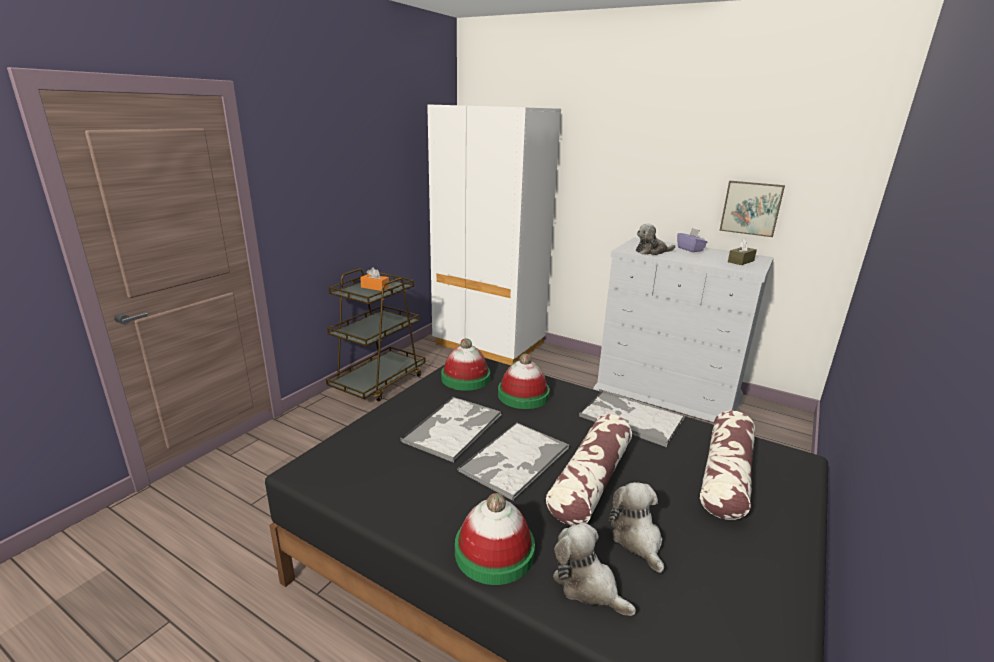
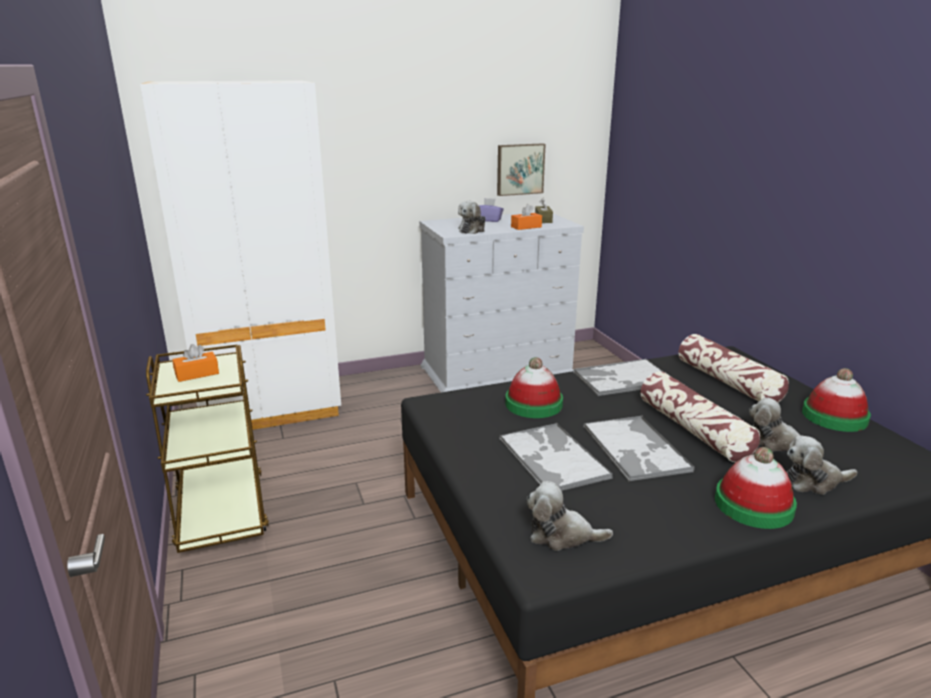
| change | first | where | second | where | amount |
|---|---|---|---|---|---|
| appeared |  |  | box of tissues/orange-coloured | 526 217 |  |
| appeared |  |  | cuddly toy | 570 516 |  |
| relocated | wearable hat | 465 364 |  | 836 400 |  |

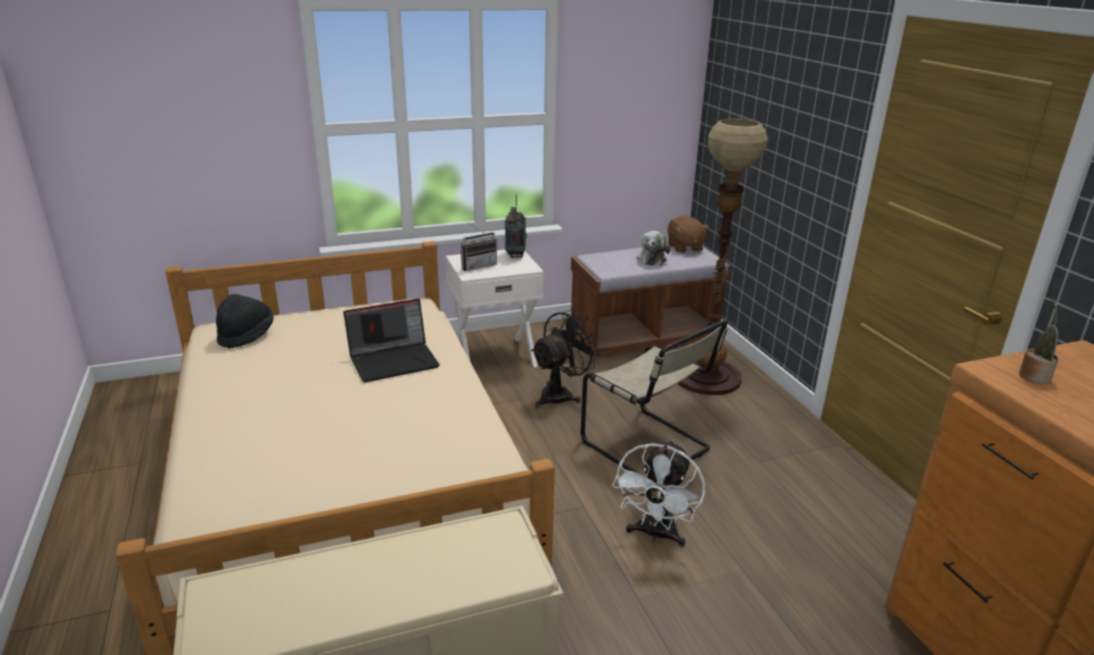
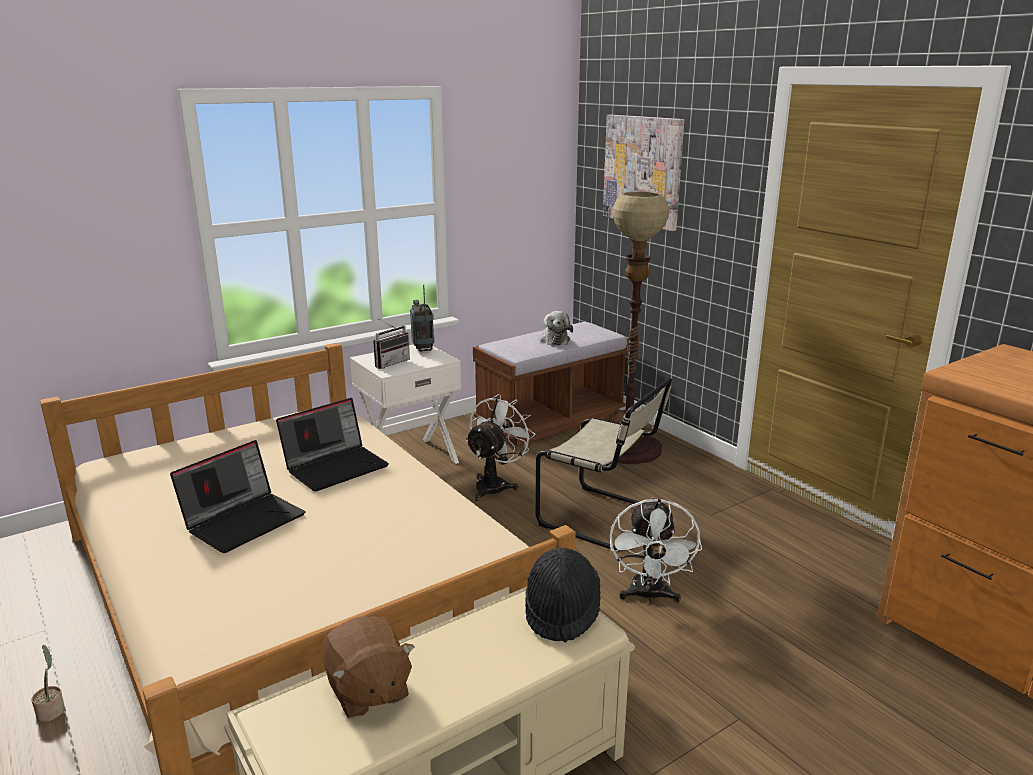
| change | first | where | second | where | amount |
|---|---|---|---|---|---|
| relocated | potted plant | 1039 341 |  | 48 683 |  |
| appeared |  |  | notebook computer | 238 496 |  |
| relocated | cuddly toy/brown-coloured | 688 234 |  | 368 667 |  |
| colour | electric fan/blackish | 566 358 | electric fan/white-coloured | 500 447 |  |
| relocated | wearable hat/blackish | 244 321 |  | 562 594 |  |
| appeared |  |  | wall picture | 643 173 |  |

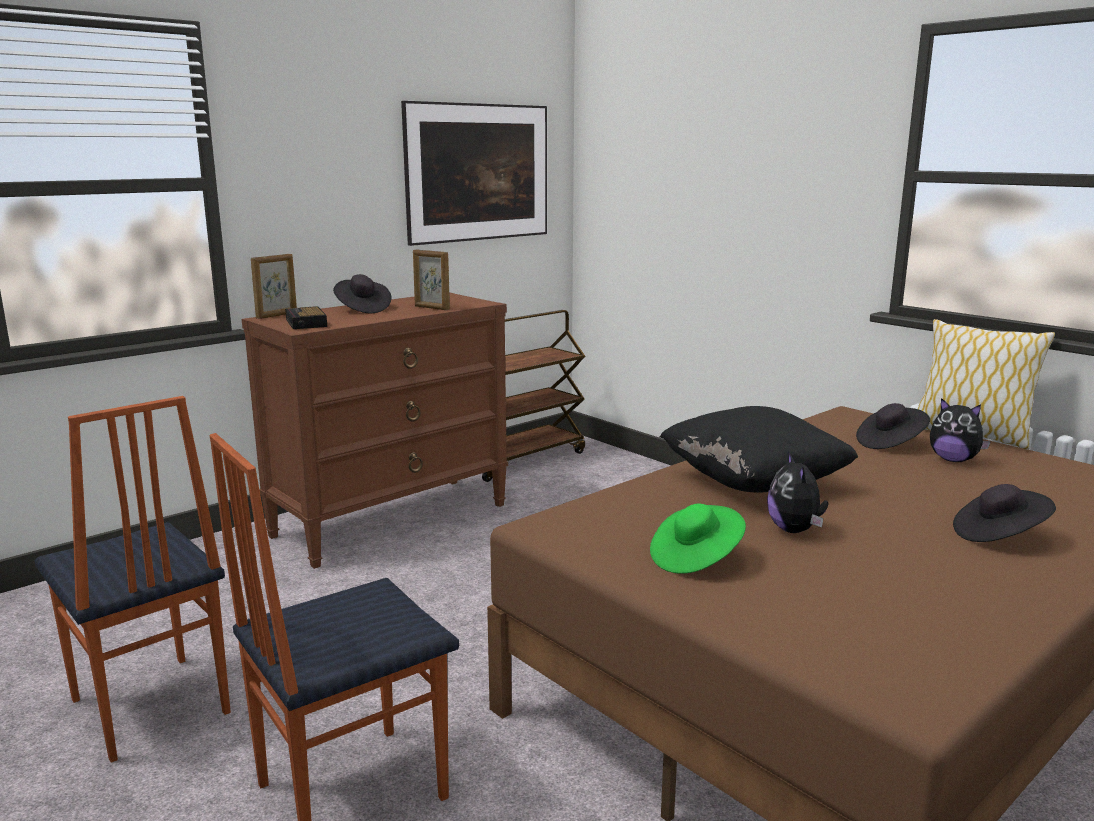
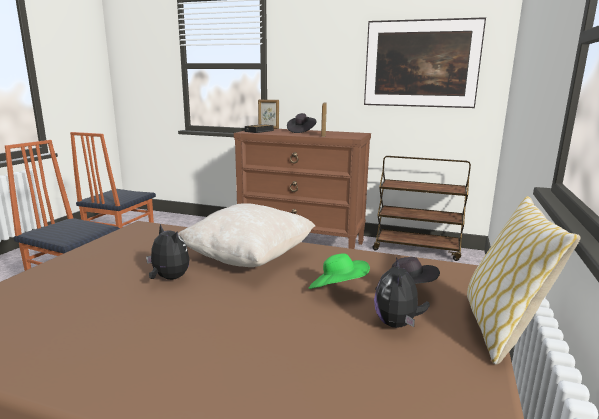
| change | first | where | second | where | amount |
|---|---|---|---|---|---|
| spun | cuddly toy | 798 492 |  | 168 252 | 75 degrees clockwise |
| colour | throw pillow/blackish | 759 449 | throw pillow/beige | 246 235 |  |
| relocated | wearable hat/greenish | 698 538 |  | 339 271 |  |
| missing | wearable hat/blackish | 1004 513 |  |  |  |

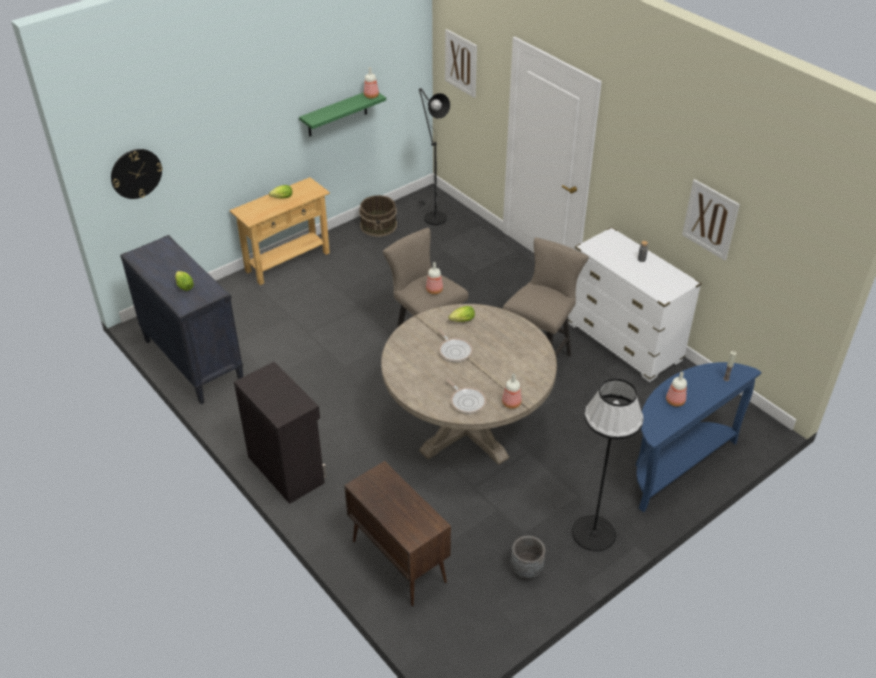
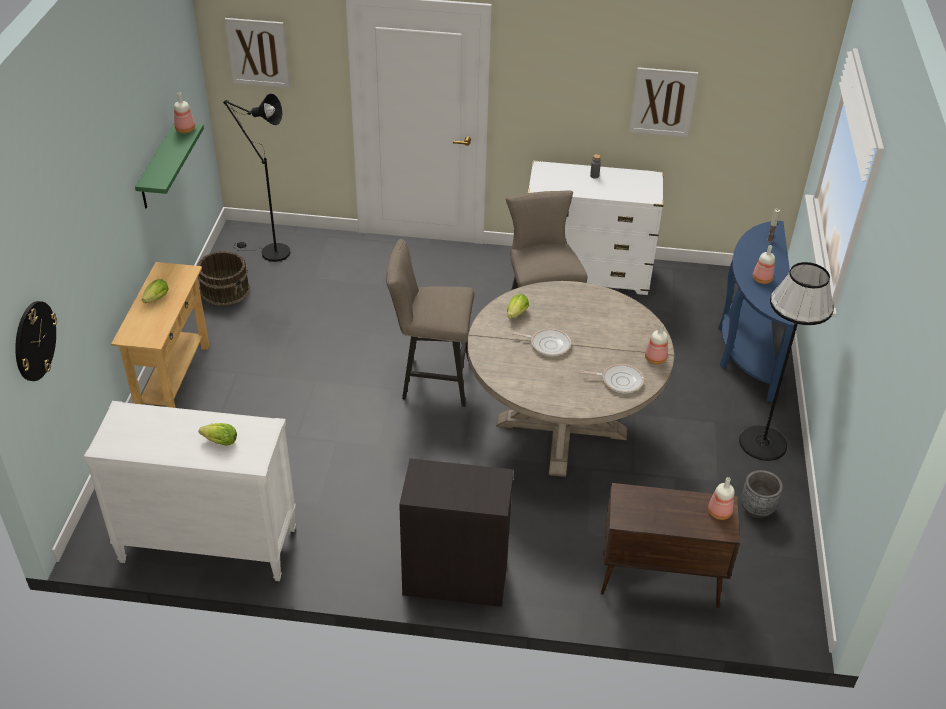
| change | first | where | second | where | amount |
|---|---|---|---|---|---|
| colour | drawer chest/blackish | 181 319 | drawer chest/white-coloured | 190 491 |  |
| relocated | drink bottle | 434 278 |  | 721 498 |  |

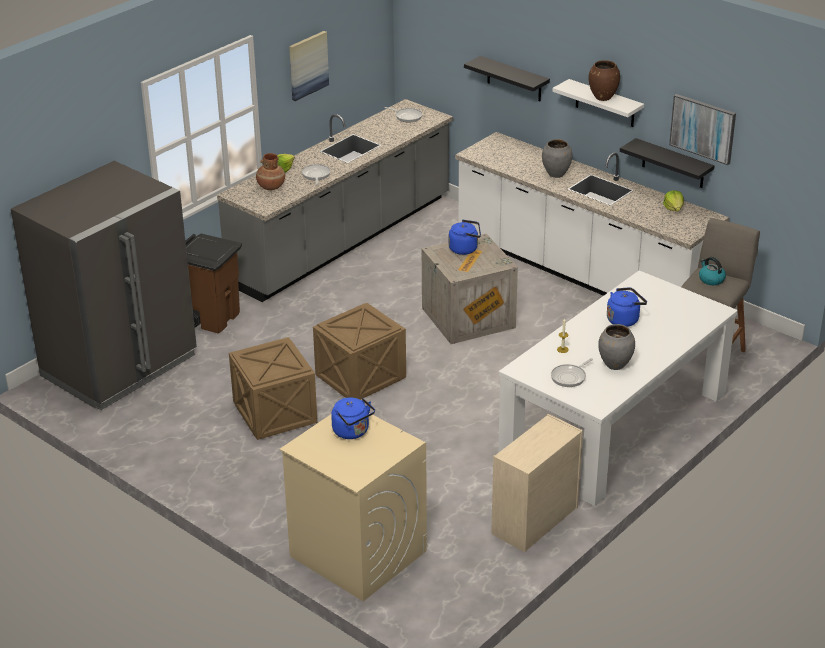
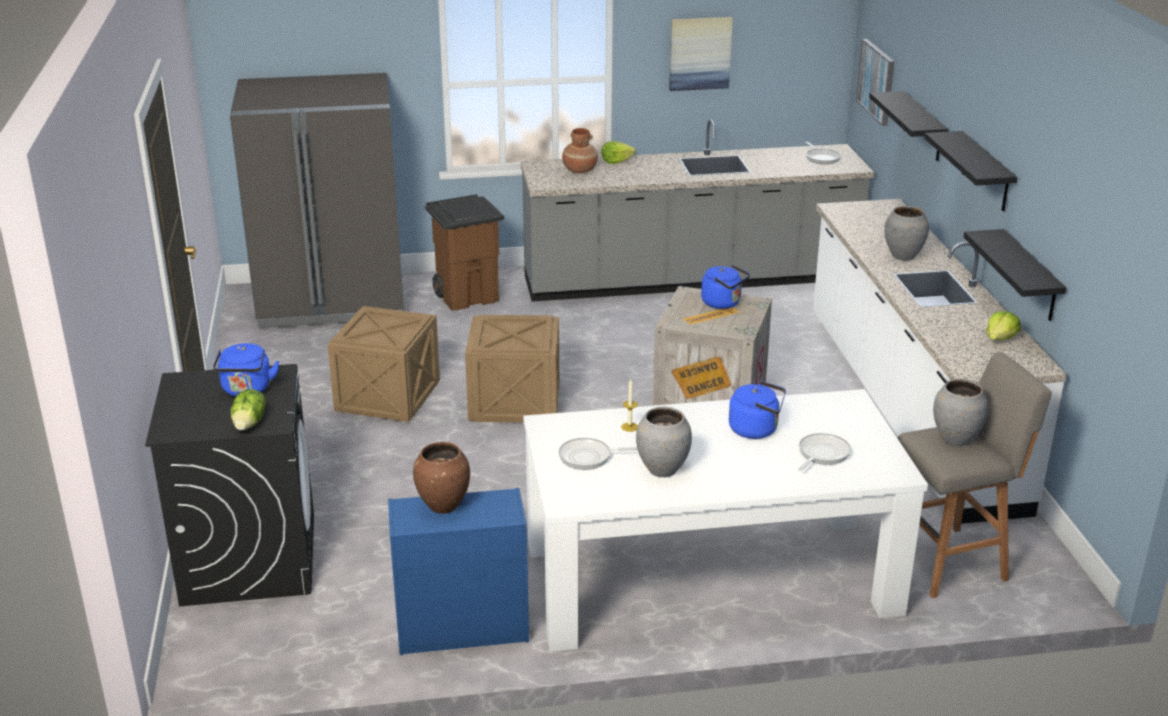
| change | first | where | second | where | amount |
|---|---|---|---|---|---|
| colour | laundry appliance/beige | 353 507 | laundry appliance/blackish | 229 485 |  |
| appeared |  |  | lettuce head | 248 410 |  |
| colour | drawer chest/beige | 537 483 | drawer chest/blue-coloured | 458 571 |  |
| relocated | decorative vase/brown-coloured | 604 80 |  | 441 478 |  |
| relocated | frying pan | 316 174 |  | 824 452 |  |
| relocated | wall picture | 702 129 |  | 875 82 |  |
| colour | bracket shelf/white-coloured | 598 103 | bracket shelf/blackish | 970 171 |  |
| exchanged | tea kettle | 712 271 | decorative vase/greyish | 960 412 |  |

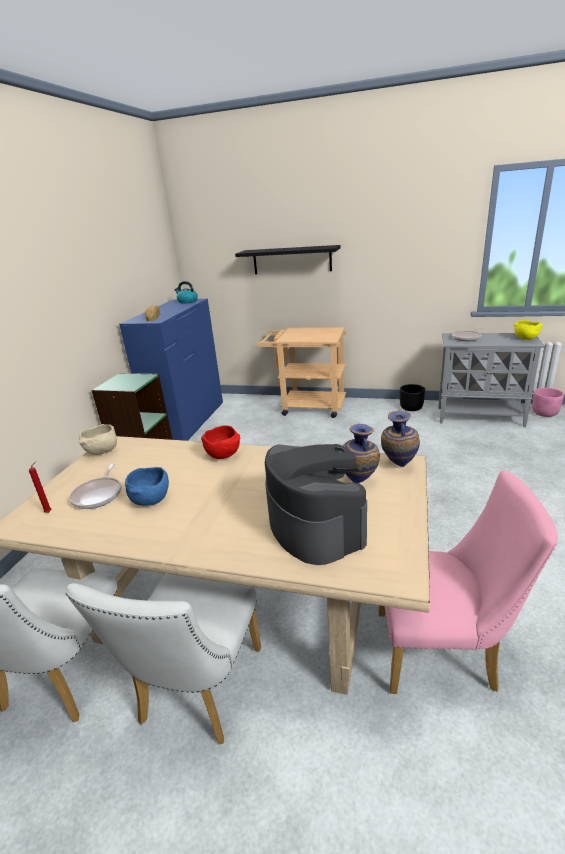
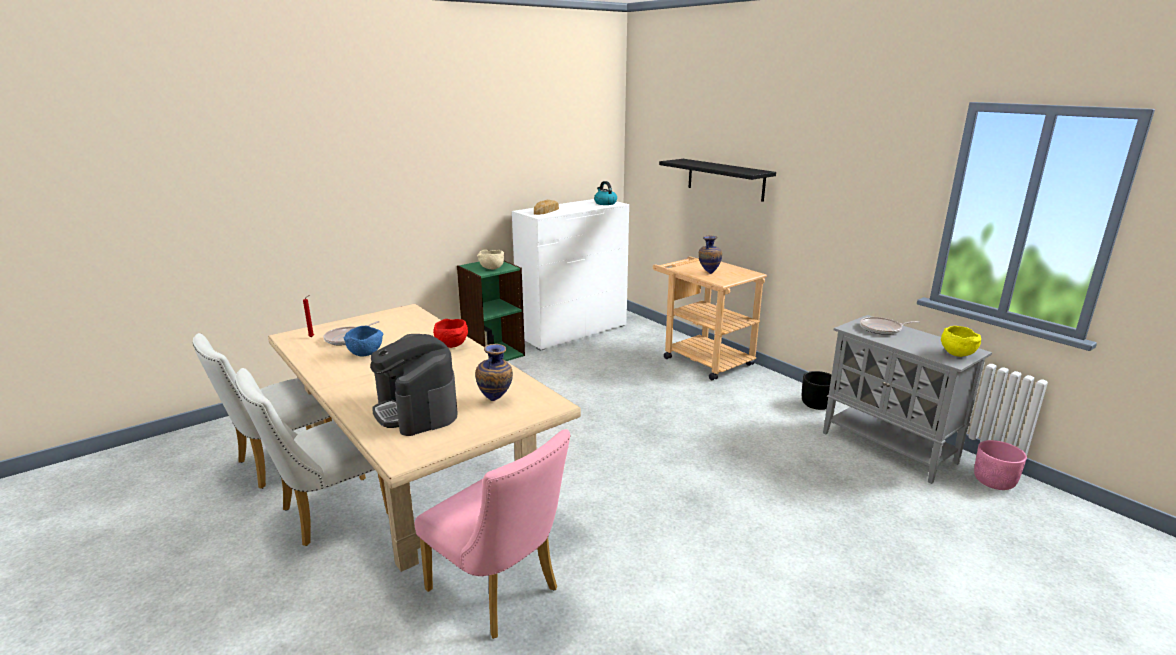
| change | first | where | second | where | amount |
|---|---|---|---|---|---|
| spun | coffee maker | 316 504 |  | 413 385 | 135 degrees clockwise |
| relocated | bowl/beige | 98 439 |  | 490 259 |  |
| colour | drawer chest/blue-coloured | 171 370 | drawer chest/white-coloured | 570 275 |  |
| relocated | decorative vase | 400 439 |  | 710 254 |  |

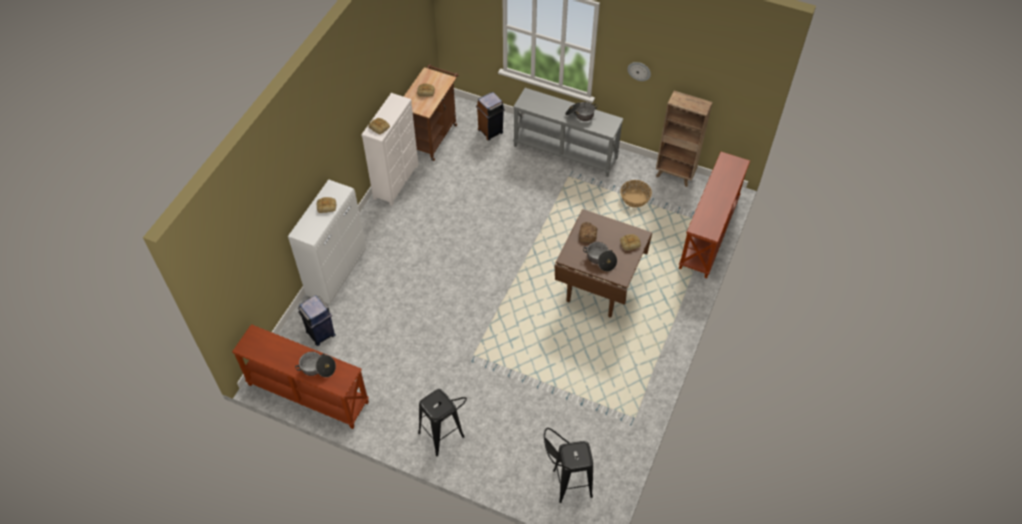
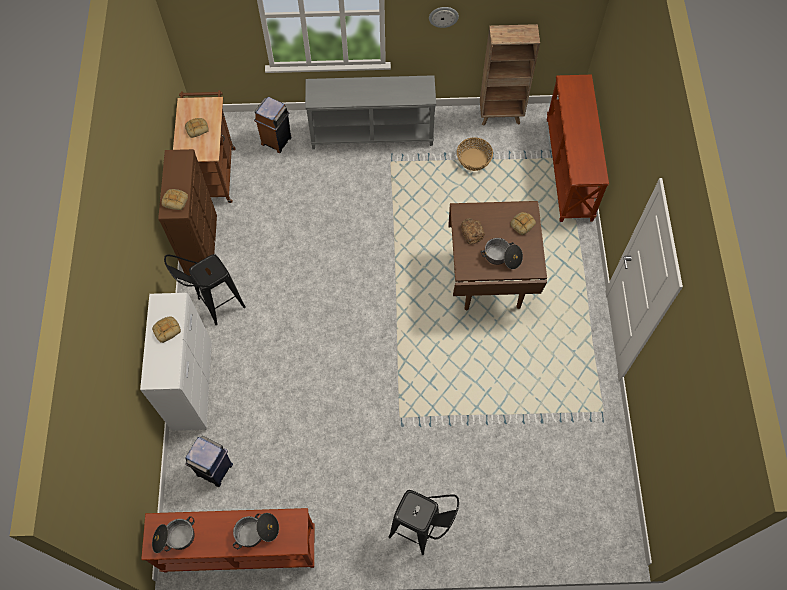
| change | first | where | second | where | amount |
|---|---|---|---|---|---|
| relocated | cooking pot | 581 111 |  | 173 534 |  |
| colour | drawer chest/white-coloured | 390 149 | drawer chest/brown-coloured | 187 212 |  |
| relocated | sitting stool/blackish | 568 465 |  | 205 289 |  |

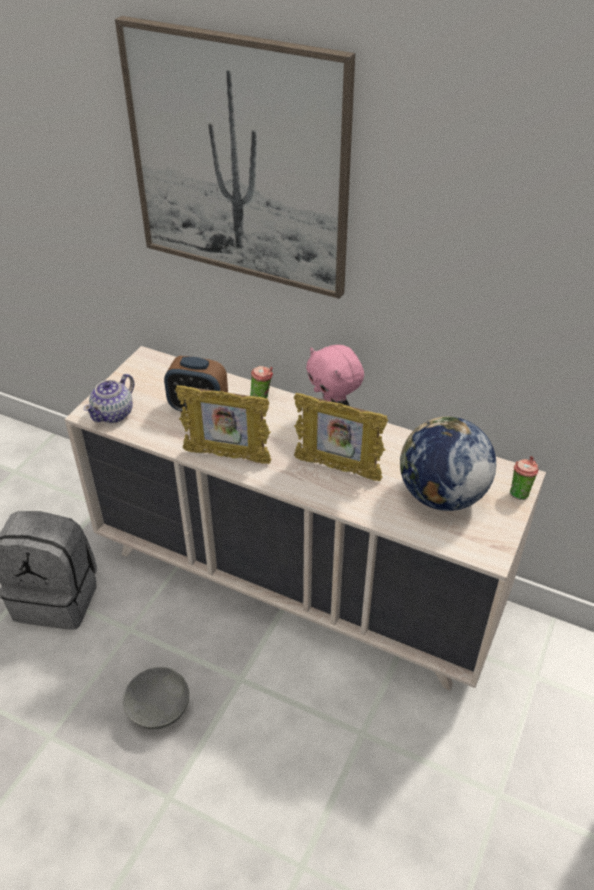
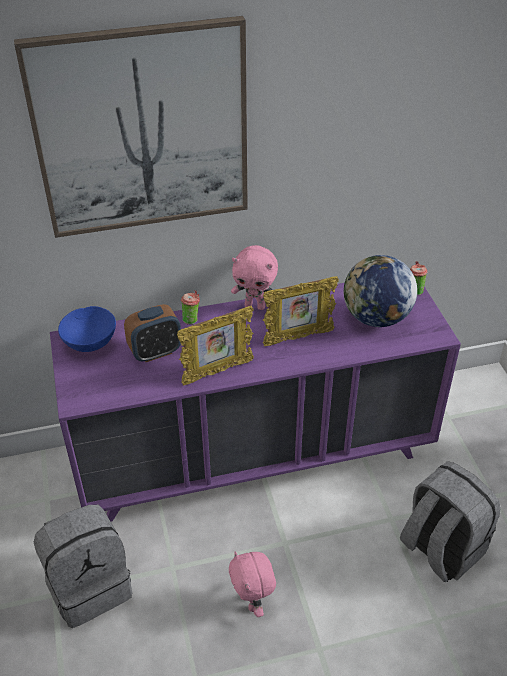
| change | first | where | second | where | amount |
|---|---|---|---|---|---|
| colour | drawer chest/beige | 305 518 | drawer chest/purple-coloured | 255 402 |  |
| appeared |  |  | bowl/blue-coloured | 87 329 |  |
| exchanged | bowl/greyish | 156 698 | cuddly toy/pink-coloured | 252 584 |  |
| appeared |  |  | rucksack/greyish | 450 521 |  |
| missing | teapot | 109 398 |  |  |  |

